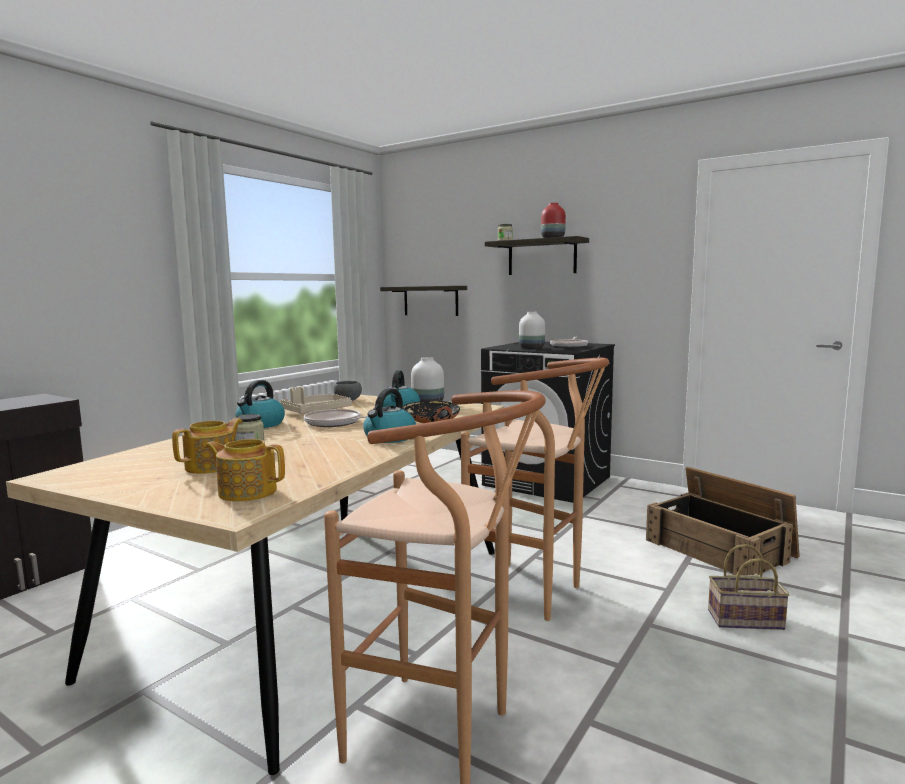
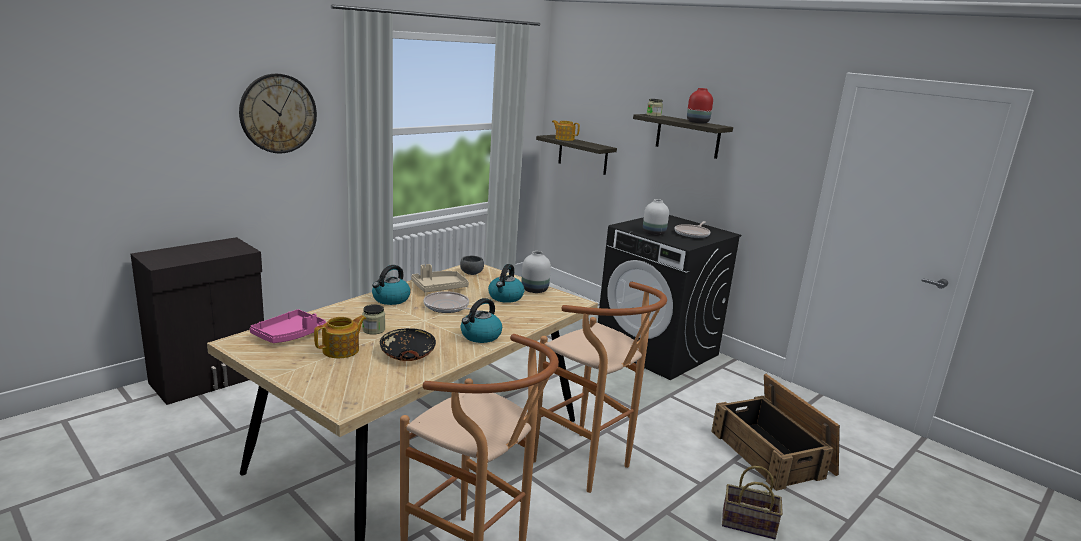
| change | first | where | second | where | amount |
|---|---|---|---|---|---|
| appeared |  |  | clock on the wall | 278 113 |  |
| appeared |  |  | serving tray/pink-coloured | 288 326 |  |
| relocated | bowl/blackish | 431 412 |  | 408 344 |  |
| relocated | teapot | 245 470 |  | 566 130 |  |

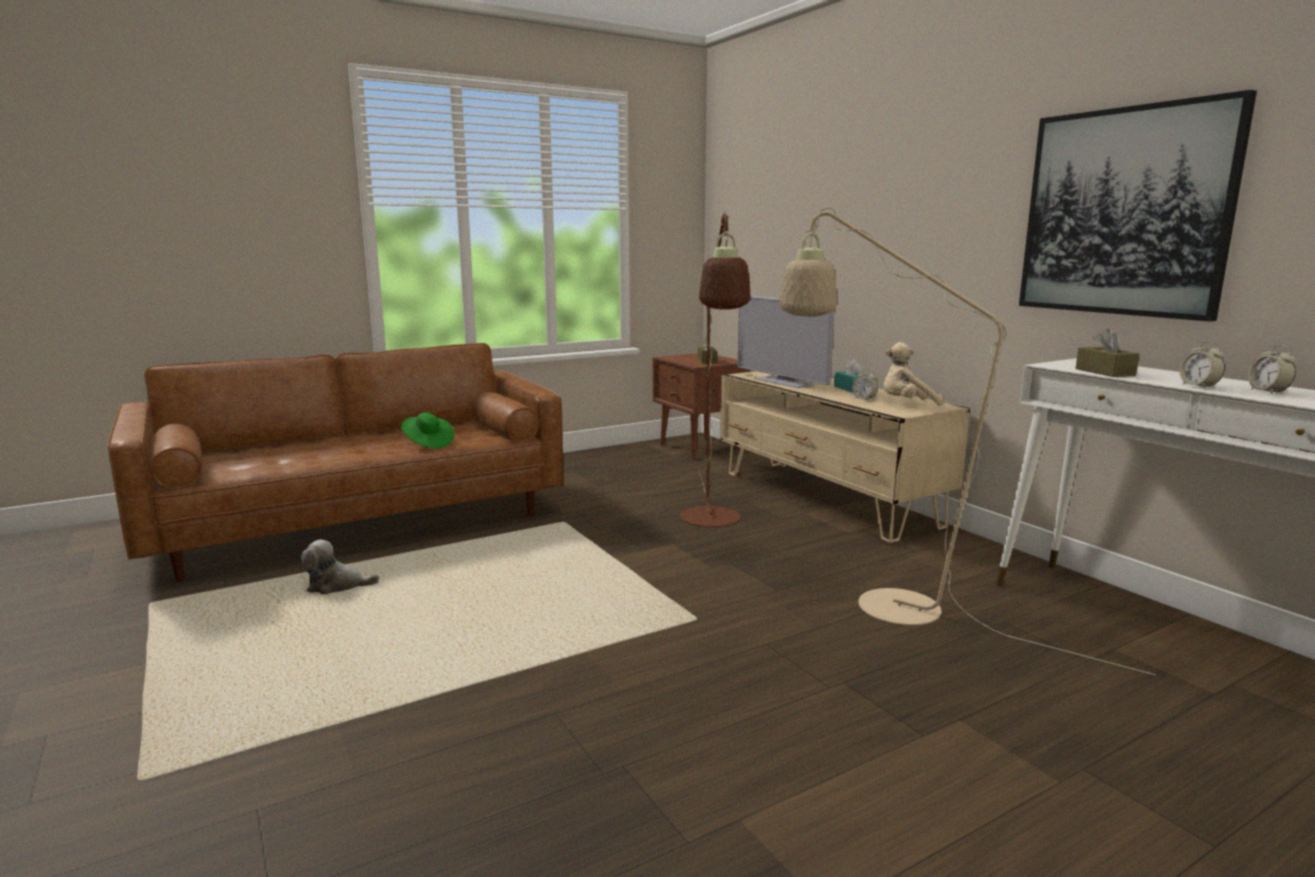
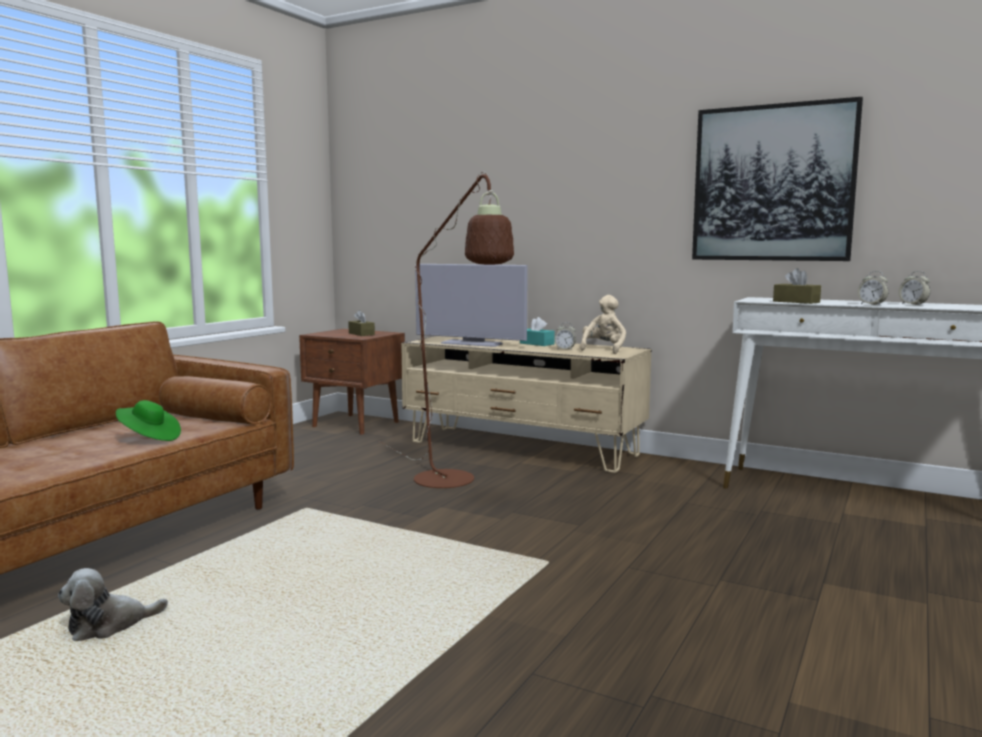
| change | first | where | second | where | amount |
|---|---|---|---|---|---|
| spun | cuddly toy/beige | 913 374 |  | 603 324 | 150 degrees clockwise |
| missing | standing lamp/beige | 968 441 |  |  |  |

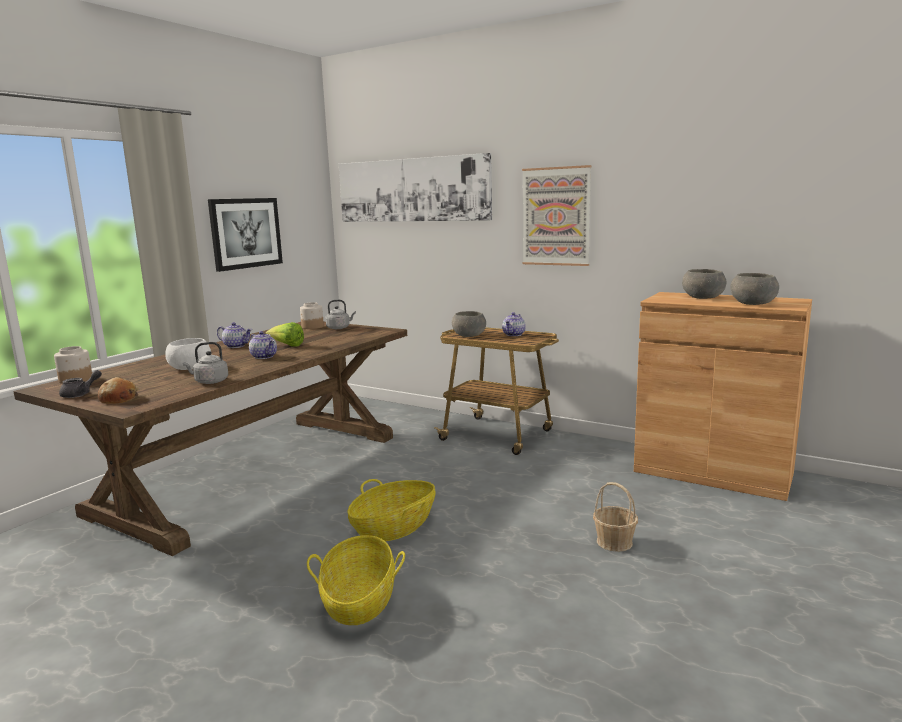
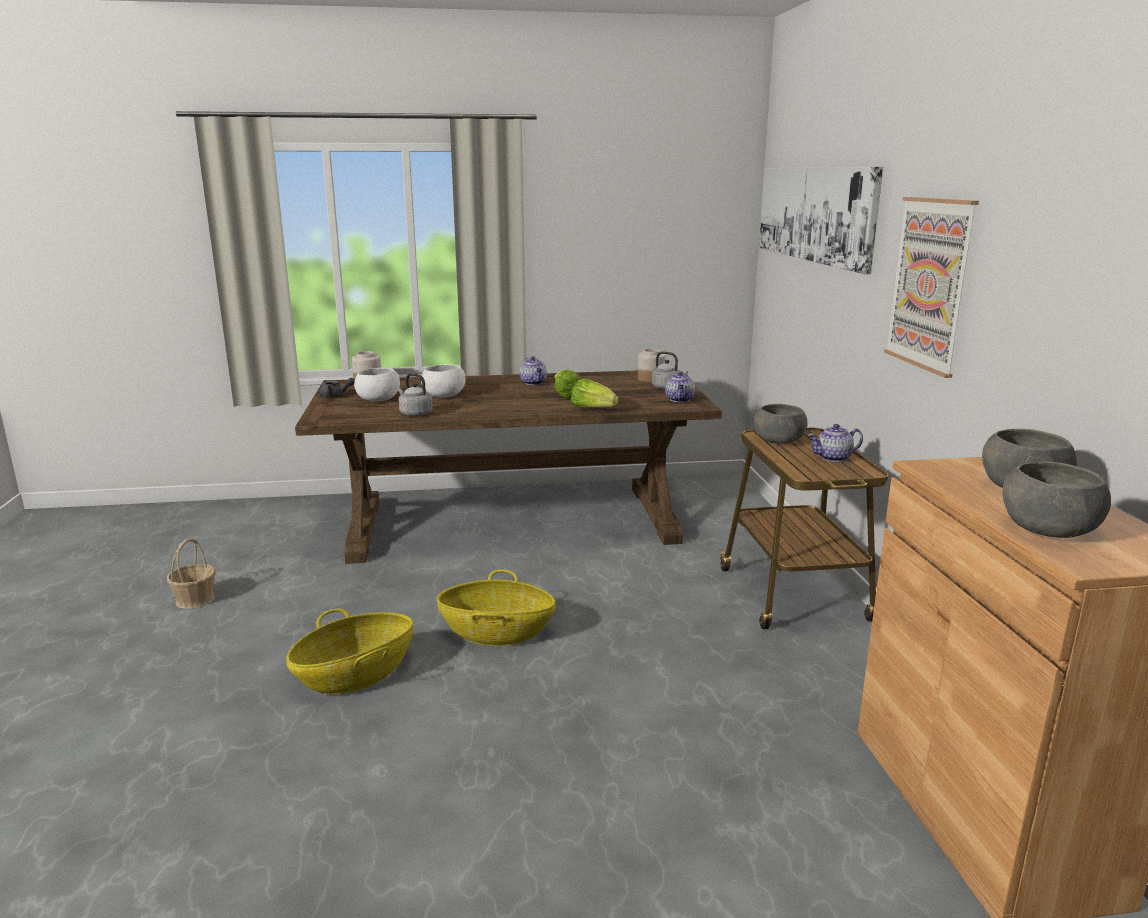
| change | first | where | second | where | amount |
|---|---|---|---|---|---|
| relocated | basket | 615 517 |  | 191 573 |  |
| appeared |  |  | bowl/white-coloured | 377 384 |  |
| appeared |  |  | lettuce head | 594 393 |  |
| relocated | teapot | 263 345 |  | 680 386 |  |
| missing | bread | 118 390 |  |  |  |
| missing | wall picture | 245 235 |  |  |  |

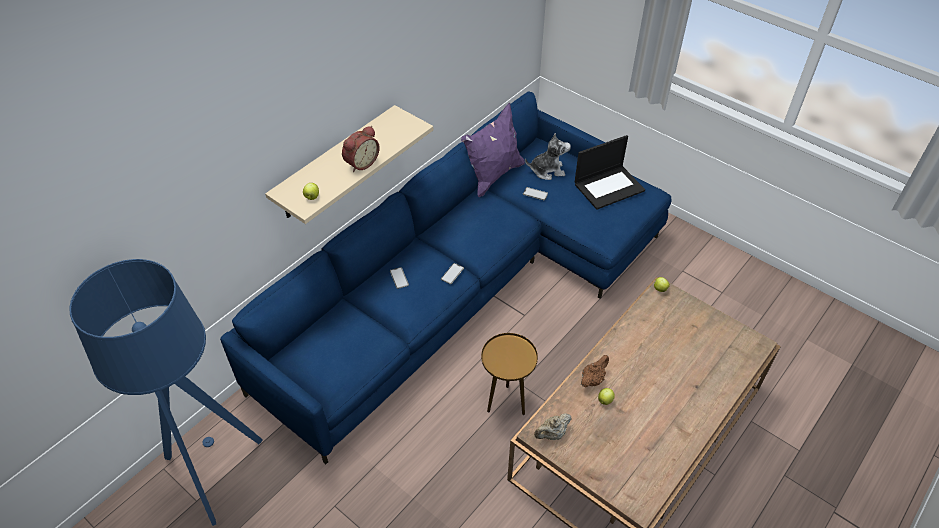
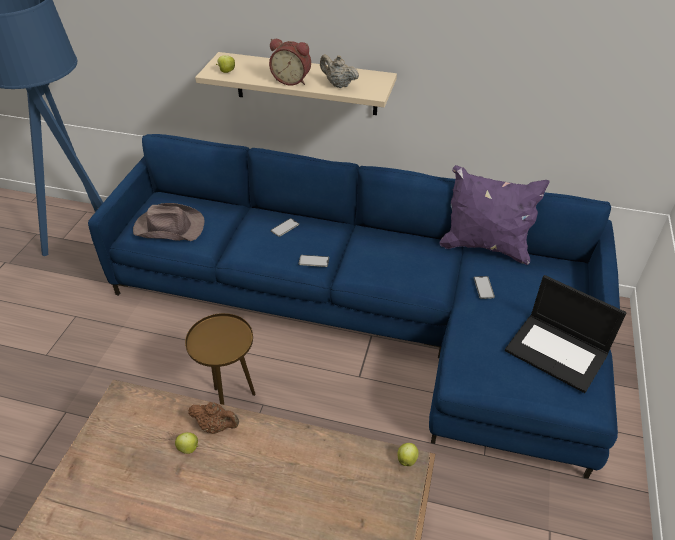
| change | first | where | second | where | amount |
|---|---|---|---|---|---|
| appeared |  |  | wearable hat/brown-coloured | 169 222 |  |
| relocated | teapot/beige | 553 426 |  | 339 71 |  |
| missing | cuddly toy | 548 156 |  |  |  |

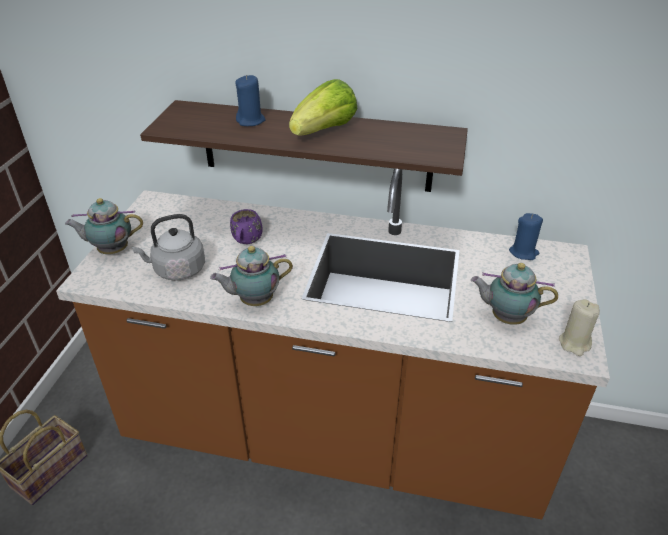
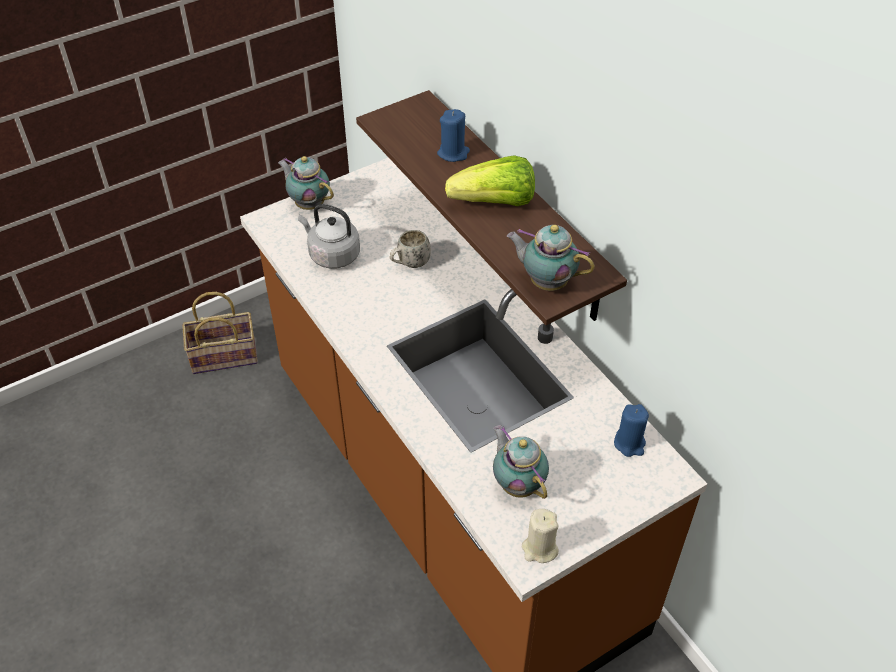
| change | first | where | second | where | amount |
|---|---|---|---|---|---|
| colour | tea mug/purple-coloured | 246 226 | tea mug/white-coloured | 410 249 |  |
| relocated | teapot | 251 276 |  | 551 258 |  |

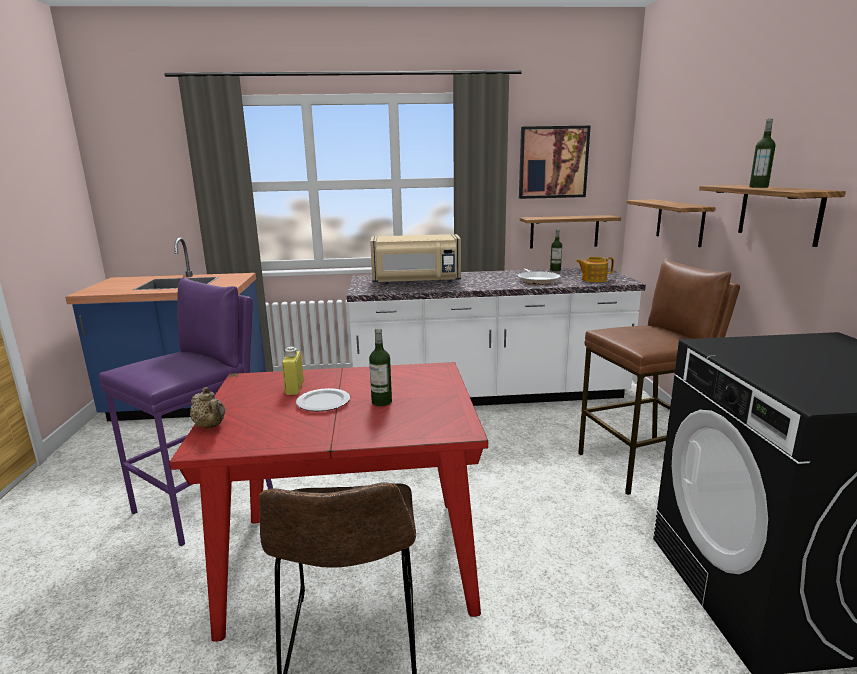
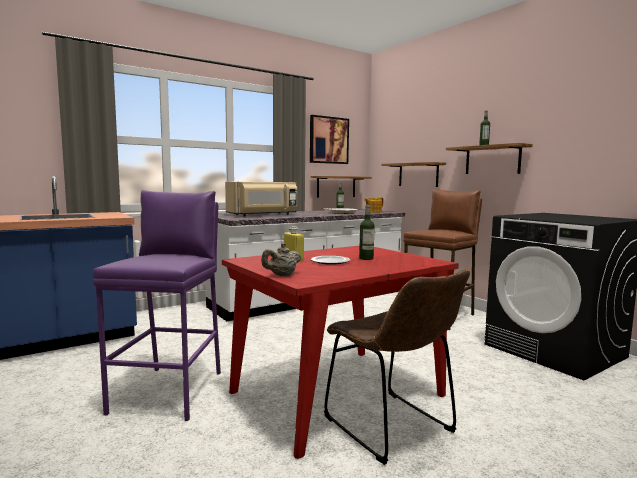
| change | first | where | second | where | amount |
|---|---|---|---|---|---|
| spun | teapot/beige | 207 408 |  | 281 259 | 120 degrees clockwise |

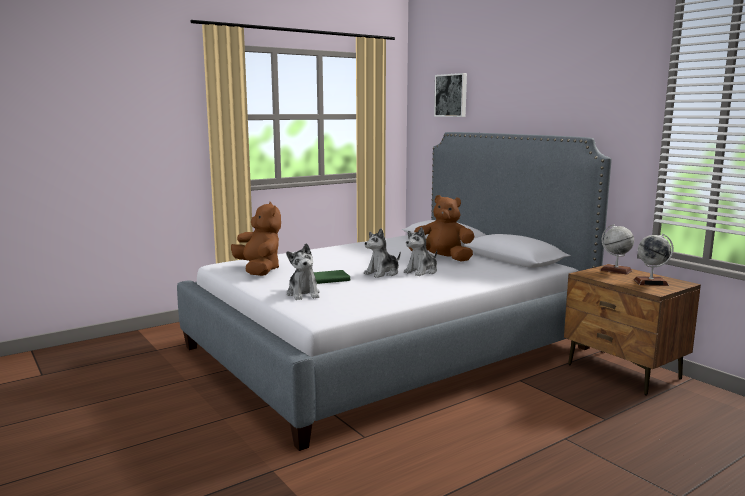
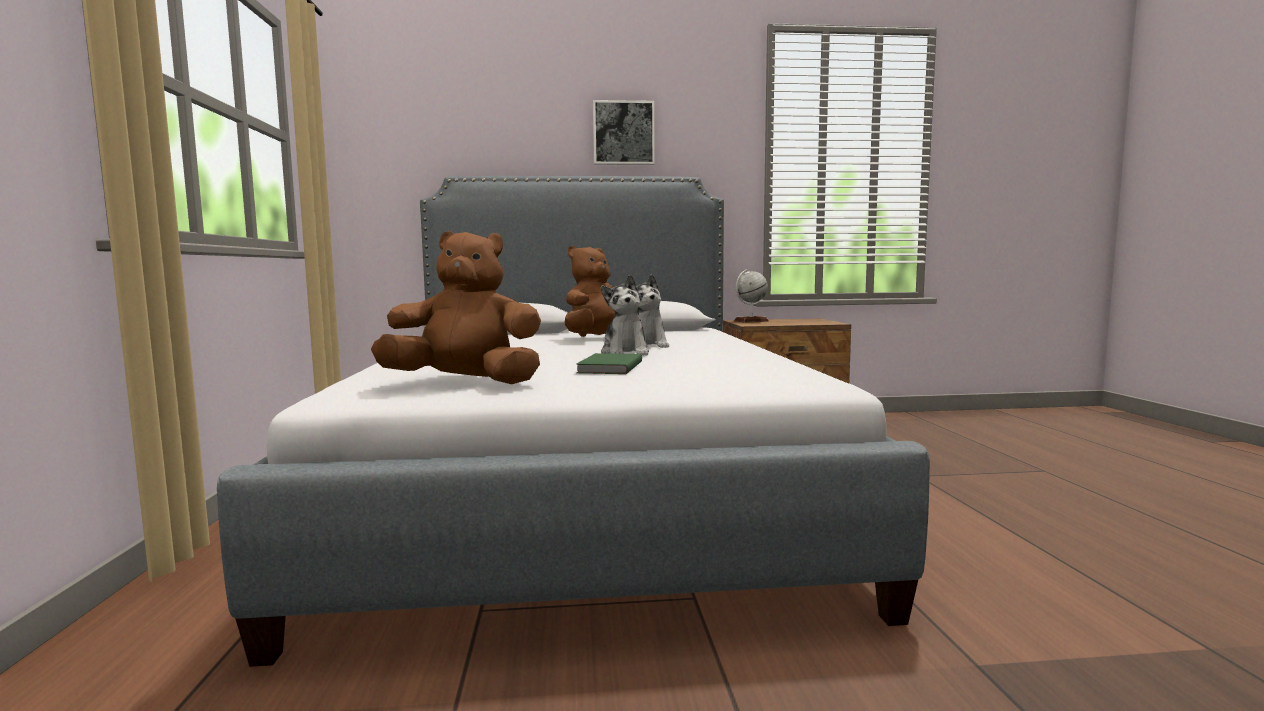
| change | first | where | second | where | amount |
|---|---|---|---|---|---|
| relocated | wall picture | 450 95 |  | 624 132 |  |
| missing | cuddly toy | 303 271 |  |  |  |
| missing | world globe | 653 259 |  |  |  |

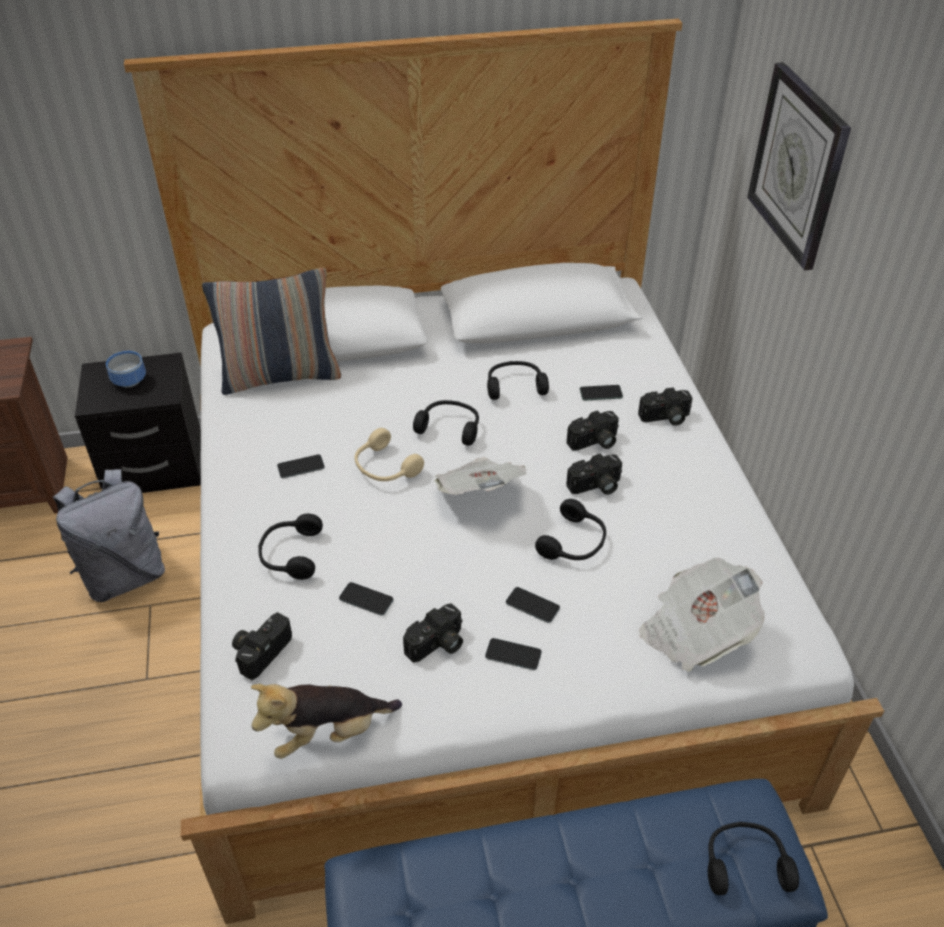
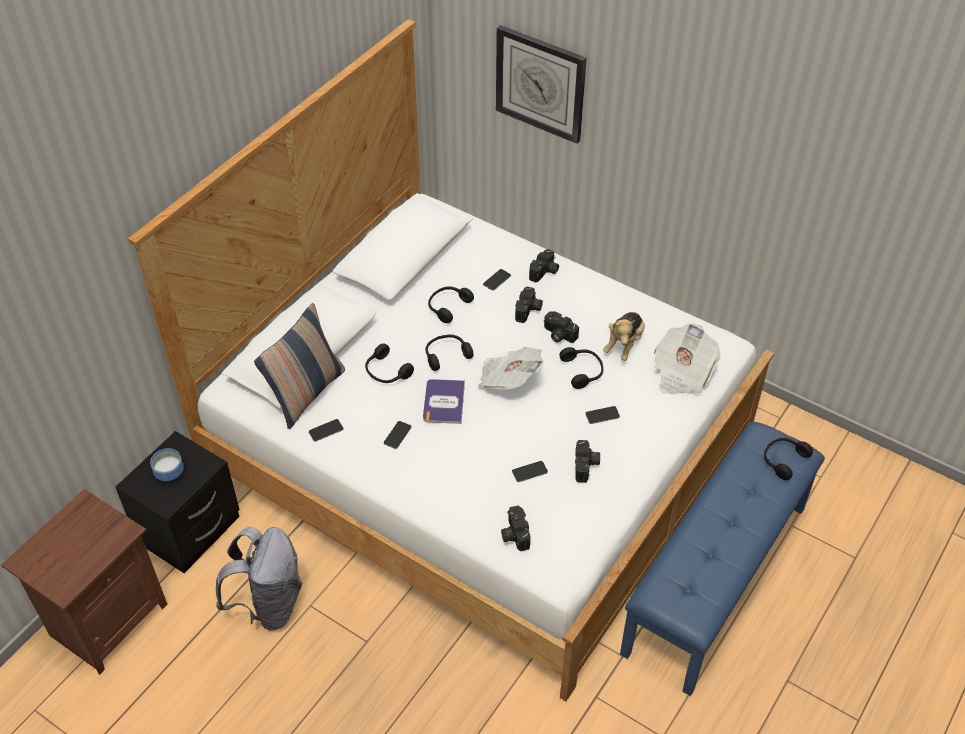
| change | first | where | second | where | amount |
|---|---|---|---|---|---|
| relocated | telephone | 513 654 |  | 326 430 |  |
| relocated | headphones/blackish | 290 547 |  | 389 363 |  |
| exchanged | headphones/beige | 389 454 | bound book | 444 401 |  |
| spun | still camera | 594 474 |  | 561 327 | 105 degrees clockwise |
| relocated | cuddly toy | 326 721 |  | 624 336 |  |

